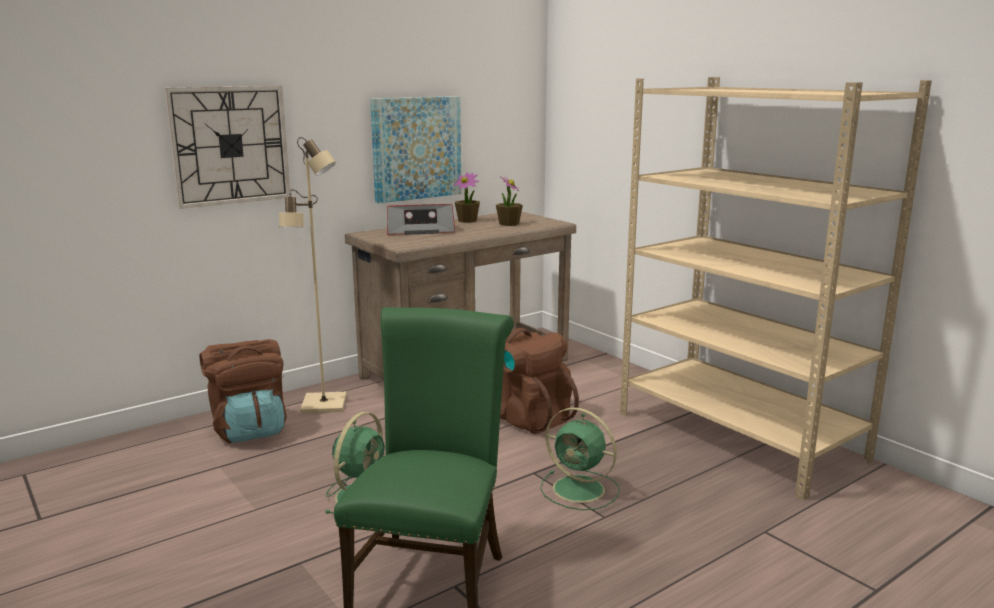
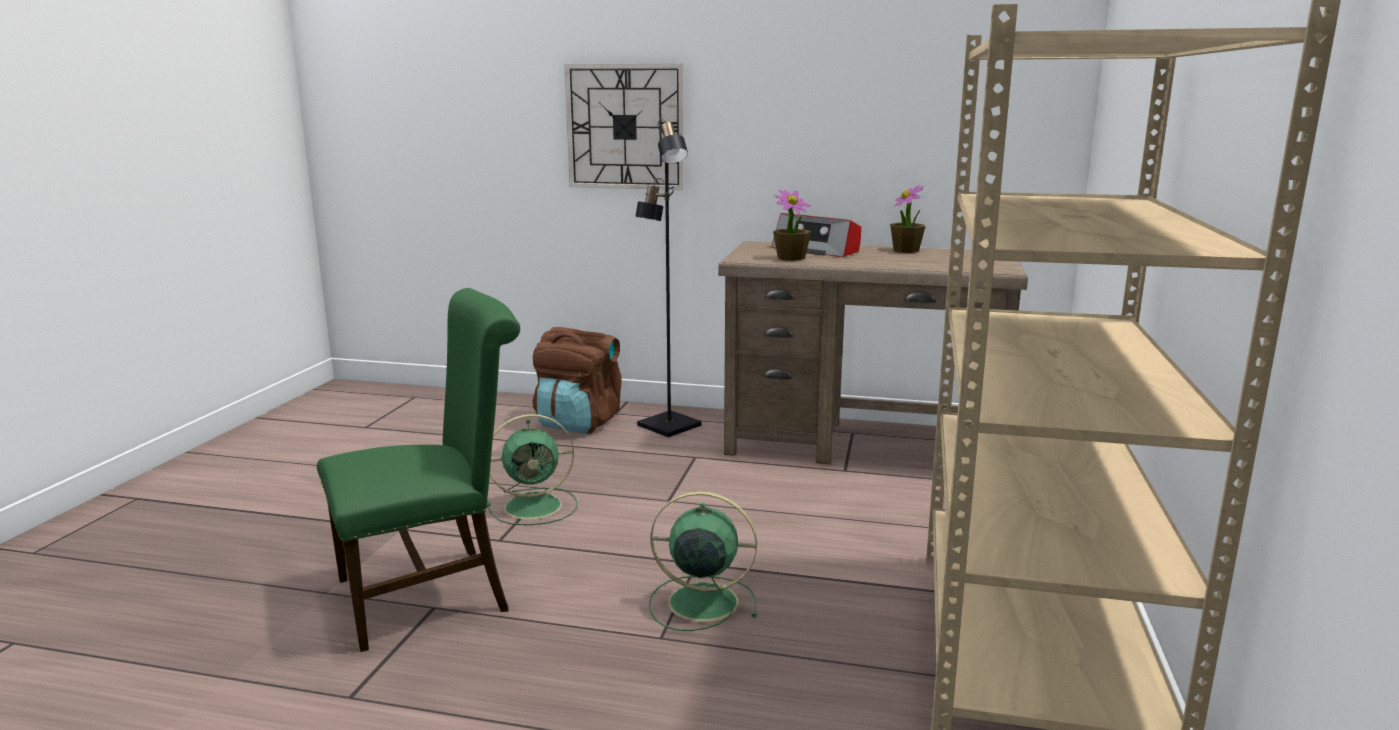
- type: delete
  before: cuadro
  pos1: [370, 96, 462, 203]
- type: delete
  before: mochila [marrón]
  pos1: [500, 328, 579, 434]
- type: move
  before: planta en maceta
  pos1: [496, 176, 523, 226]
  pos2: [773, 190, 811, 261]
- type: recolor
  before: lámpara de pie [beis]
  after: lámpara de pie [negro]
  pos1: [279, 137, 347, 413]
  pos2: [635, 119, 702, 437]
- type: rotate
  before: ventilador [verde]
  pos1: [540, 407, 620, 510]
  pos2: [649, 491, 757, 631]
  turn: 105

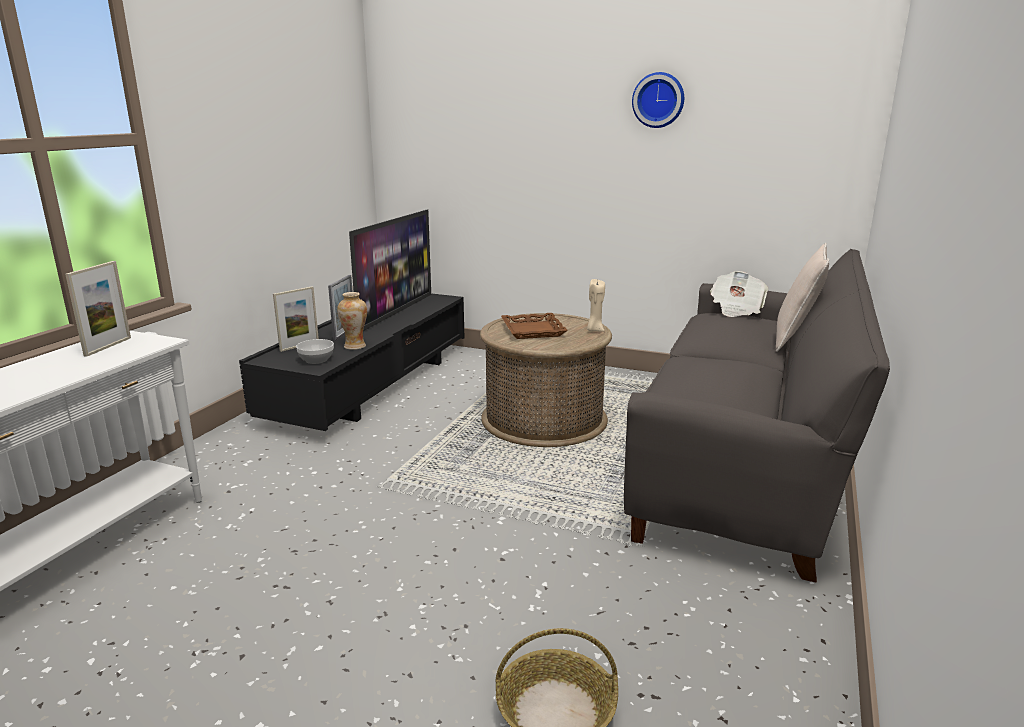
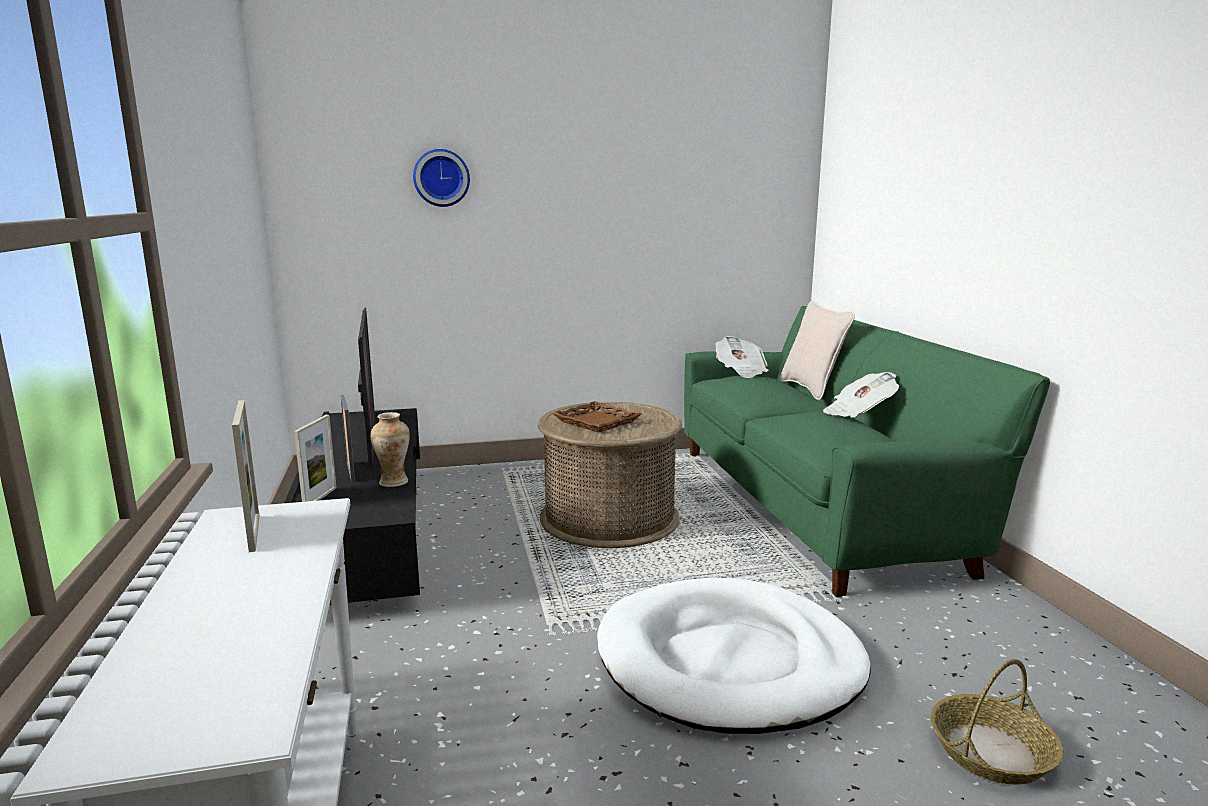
- type: delete
  before: cuenco
  pos1: [296, 339, 334, 364]
- type: delete
  before: vela [beis]
  pos1: [587, 279, 605, 332]
- type: insert
  after: cama para perro [blanco]
  pos2: [597, 578, 870, 734]
- type: insert
  after: periódico
  pos2: [823, 372, 899, 418]
- type: move
  before: reloj de pared
  pos1: [632, 72, 684, 128]
  pos2: [413, 149, 470, 207]
- type: recolor
  before: sofá [gris]
  after: sofá [verde]
  pos1: [624, 249, 890, 583]
  pos2: [684, 306, 1050, 597]

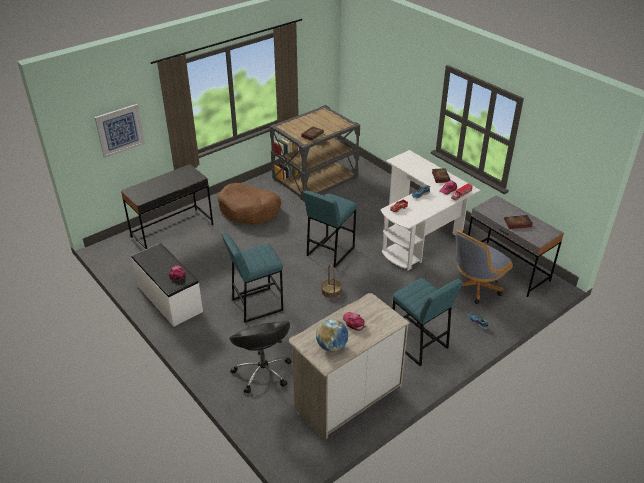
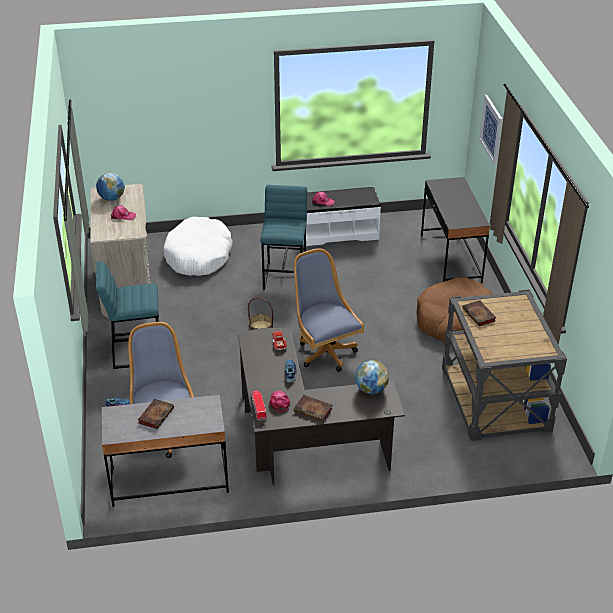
- type: insert
  after: globo terráqueo
  pos2: [355, 360, 389, 394]
- type: replace
  before: silla de oficina [negro]
  after: cama para perro [blanco]
  pos1: [229, 321, 291, 393]
  pos2: [163, 217, 232, 276]
- type: replace
  before: taburete [turquesa]
  after: silla de oficina [azul]
  pos1: [303, 190, 357, 267]
  pos2: [294, 248, 364, 372]
- type: recolor
  before: escritorio [blanco]
  after: escritorio [negro]
  pos1: [380, 150, 480, 270]
  pos2: [238, 328, 405, 485]

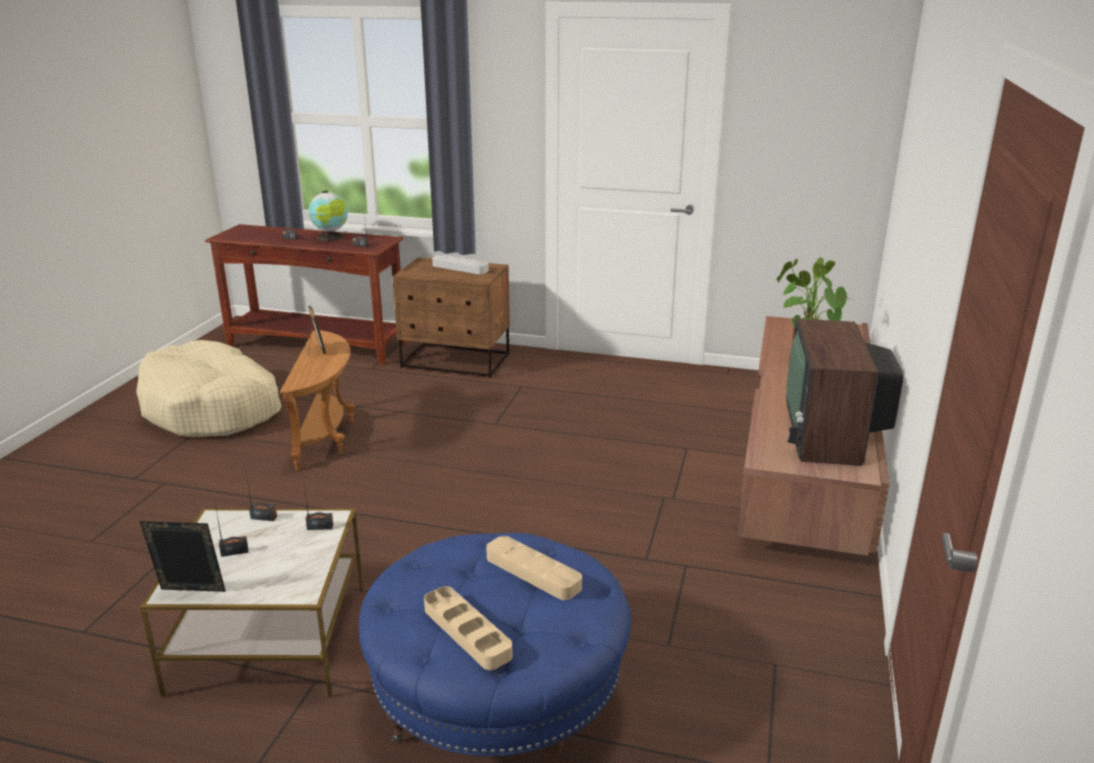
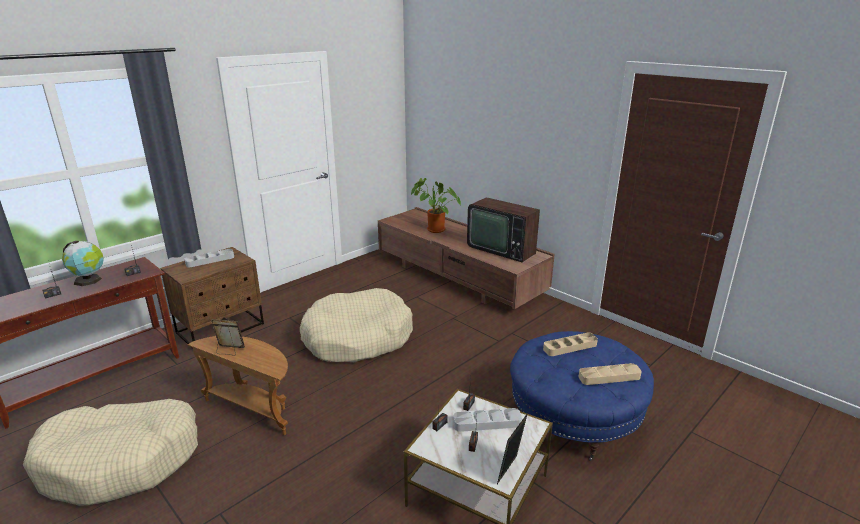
- type: insert
  after: cama para perro [beis]
  pos2: [300, 288, 413, 362]
- type: insert
  after: bandeja [gris]
  pos2: [453, 408, 522, 432]

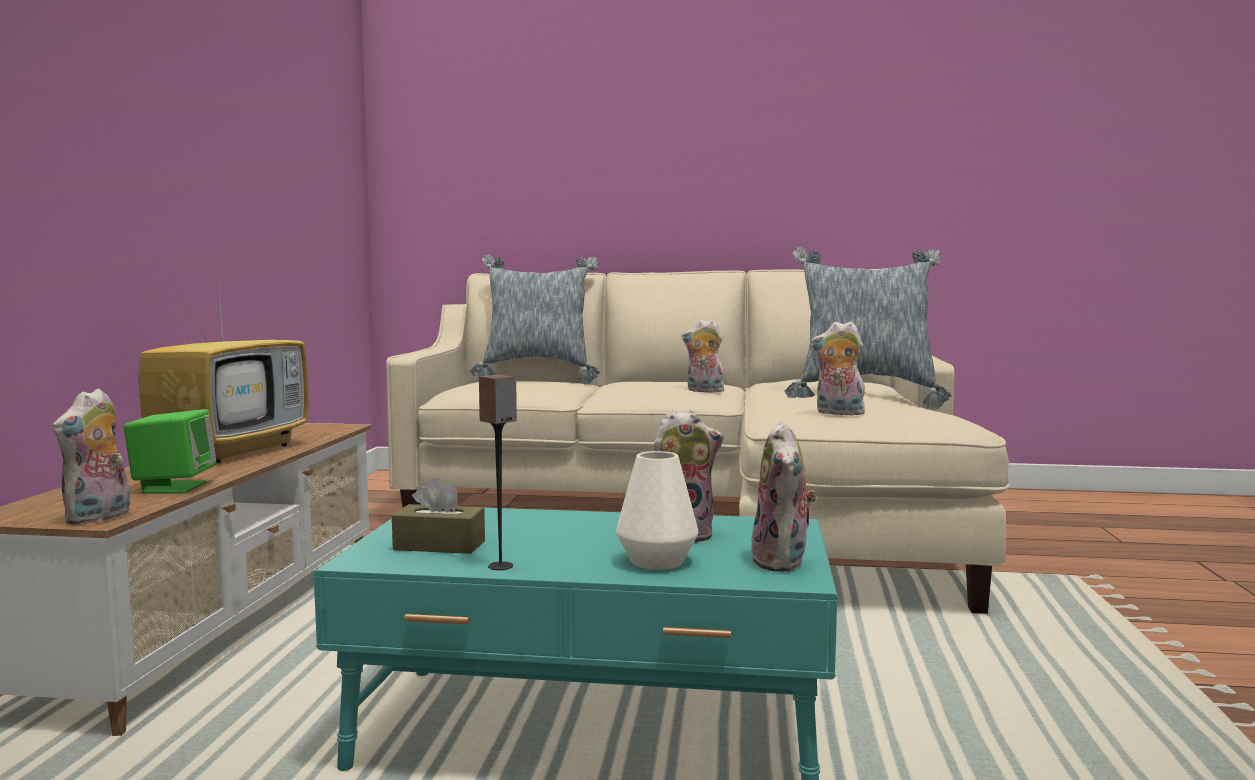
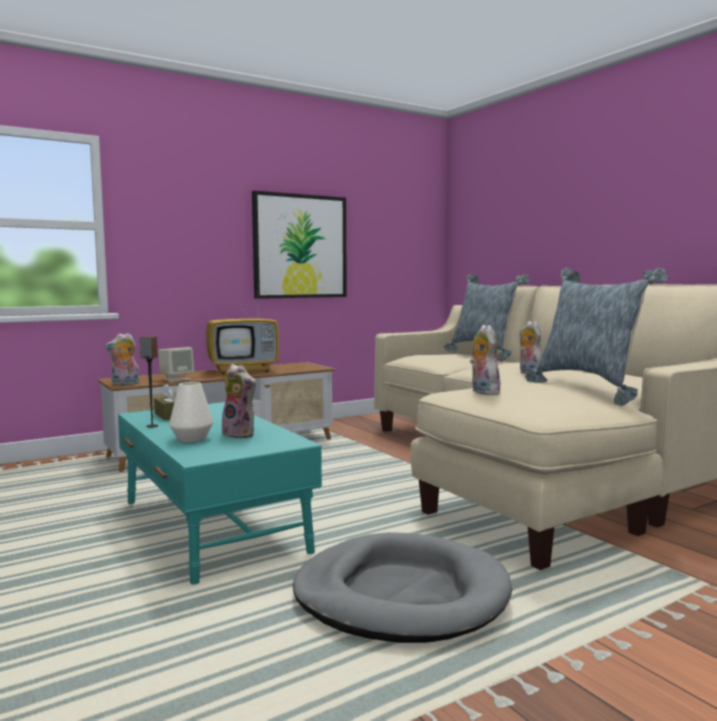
- type: delete
  before: peluche
  pos1: [751, 420, 817, 572]
- type: insert
  after: cuadro
  pos2: [252, 191, 347, 299]
- type: insert
  after: cama para perro [gris]
  pos2: [293, 532, 512, 643]
- type: recolor
  before: altavoz [verde]
  after: altavoz [beis]
  pos1: [124, 409, 217, 493]
  pos2: [158, 347, 194, 382]

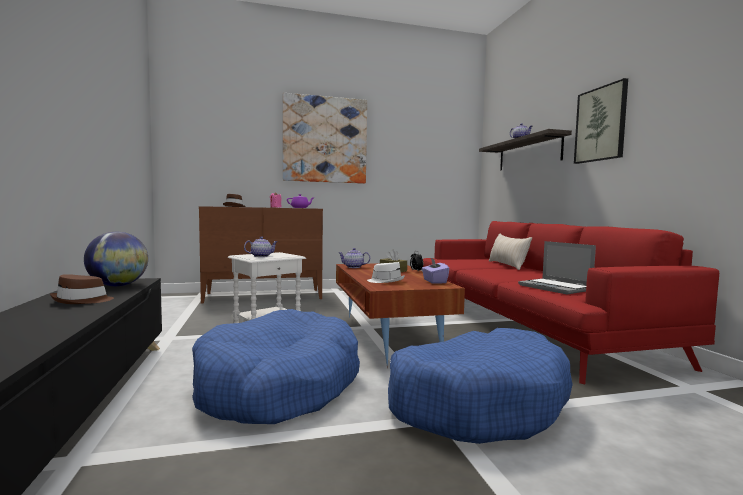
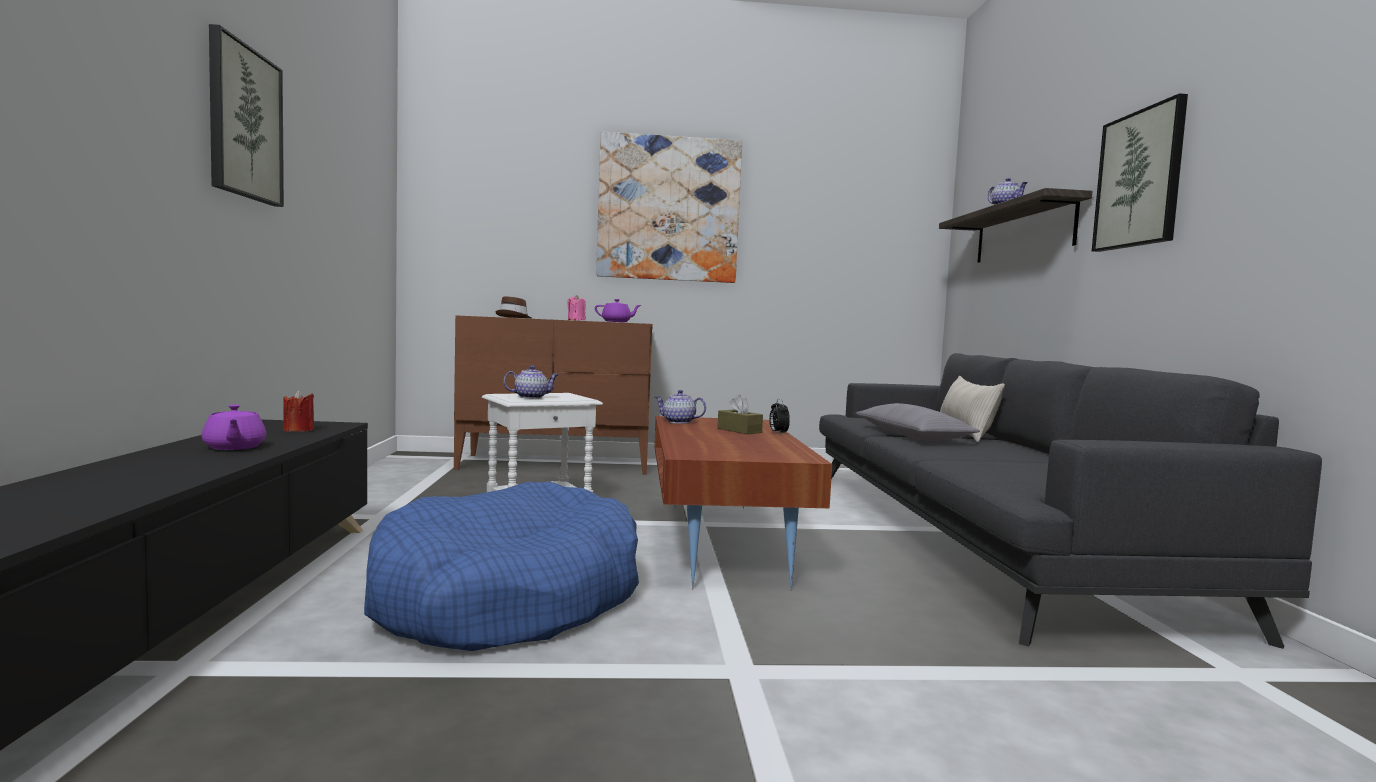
- type: delete
  before: sombrero [blanco]
  pos1: [367, 262, 405, 283]
- type: delete
  before: cama para perro [azul]
  pos1: [388, 328, 573, 444]
- type: delete
  before: caja de pañuelos [morado]
  pos1: [422, 258, 449, 284]
- type: delete
  before: portátil
  pos1: [518, 241, 596, 294]
- type: insert
  after: cuadro
  pos2: [209, 24, 284, 207]
- type: insert
  after: cojín [gris]
  pos2: [856, 403, 980, 441]
- type: replace
  before: sombrero [marrón]
  after: tetera [morado]
  pos1: [50, 274, 114, 304]
  pos2: [202, 404, 266, 450]
- type: replace
  before: globo terráqueo
  after: vela [rojo]
  pos1: [84, 232, 148, 286]
  pos2: [283, 390, 314, 432]
- type: recolor
  before: sofá [rojo]
  after: sofá [gris]
  pos1: [423, 221, 719, 384]
  pos2: [819, 353, 1322, 649]

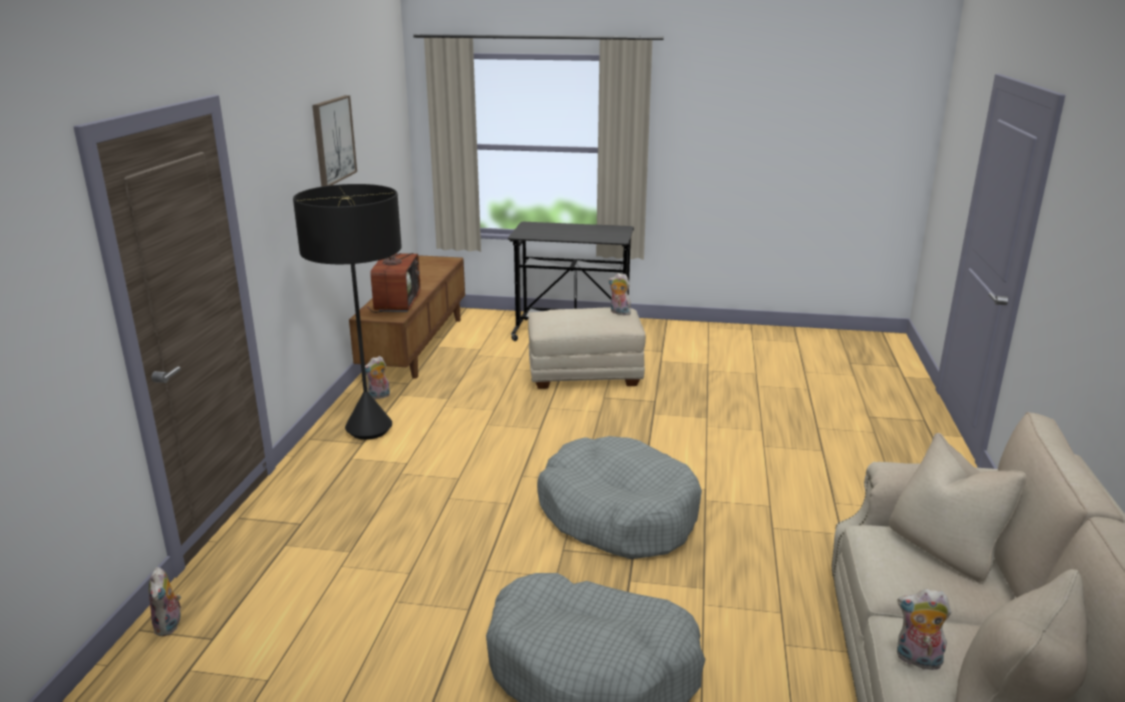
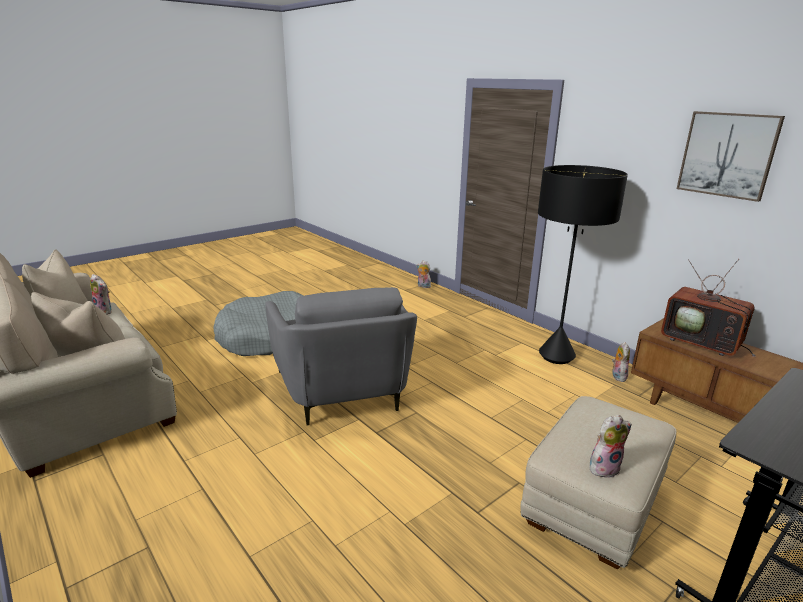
- type: replace
  before: cama para perro [gris]
  after: sillón [gris]
  pos1: [537, 436, 702, 559]
  pos2: [265, 287, 417, 425]
- type: rotate
  before: peluche
  pos1: [897, 589, 951, 670]
  pos2: [90, 274, 111, 315]
  turn: 60

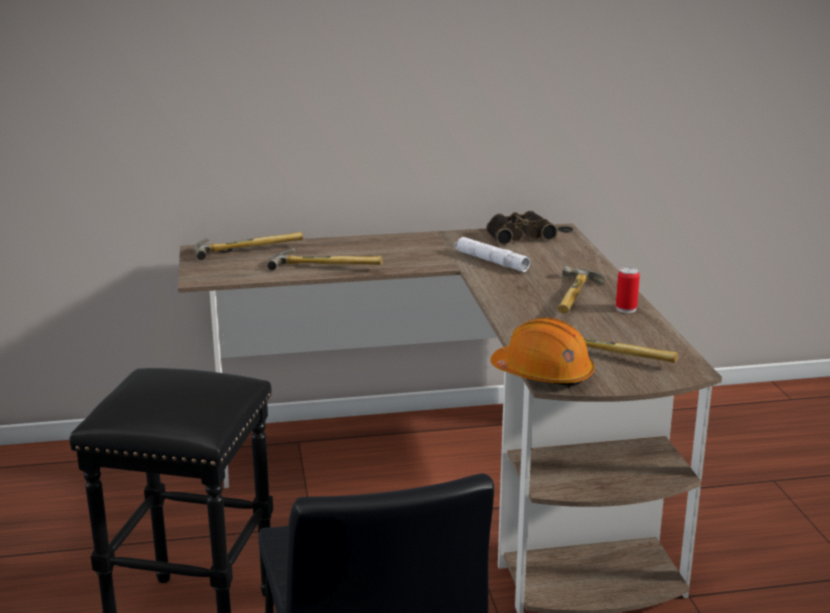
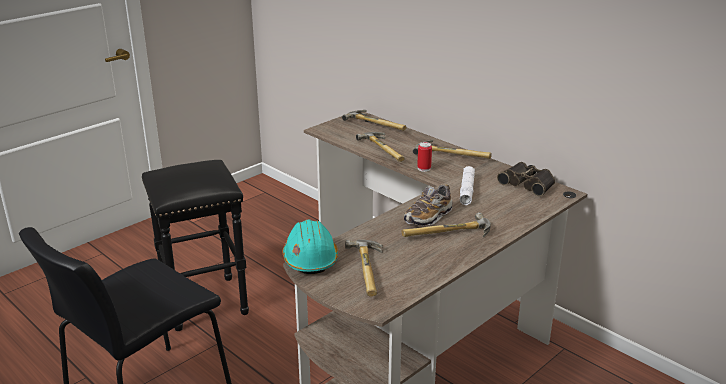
- type: insert
  after: zapato
  pos2: [404, 184, 453, 226]
- type: insert
  after: martillo
  pos2: [413, 139, 492, 159]
- type: move
  before: lata
  pos1: [616, 267, 640, 313]
  pos2: [417, 142, 432, 172]
- type: recolor
  before: casco [naranja]
  after: casco [turquesa]
  pos1: [491, 317, 595, 387]
  pos2: [283, 219, 338, 274]

